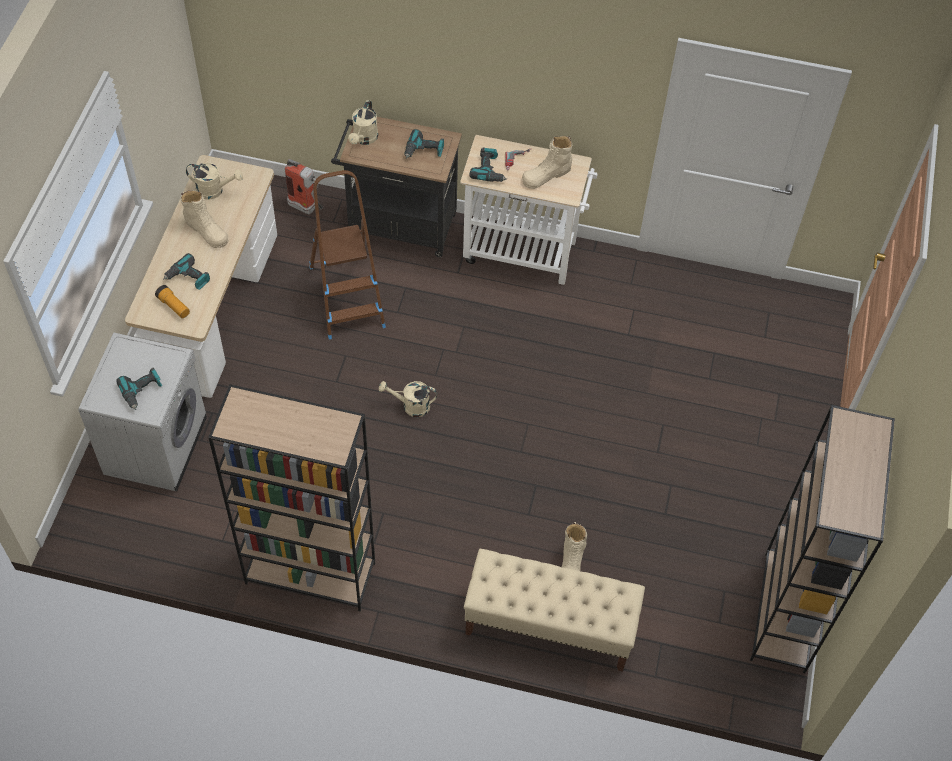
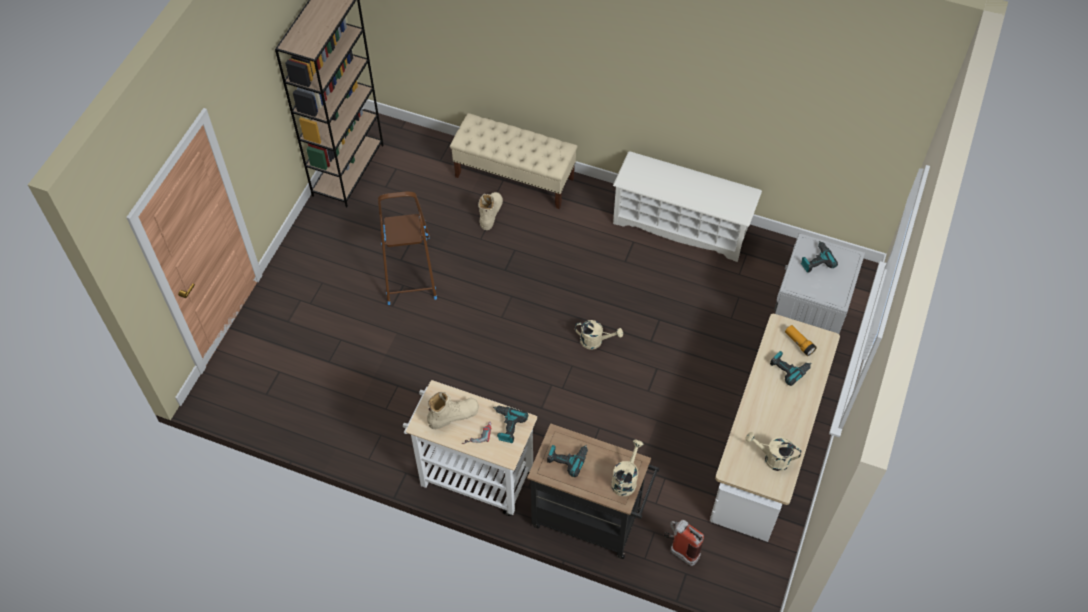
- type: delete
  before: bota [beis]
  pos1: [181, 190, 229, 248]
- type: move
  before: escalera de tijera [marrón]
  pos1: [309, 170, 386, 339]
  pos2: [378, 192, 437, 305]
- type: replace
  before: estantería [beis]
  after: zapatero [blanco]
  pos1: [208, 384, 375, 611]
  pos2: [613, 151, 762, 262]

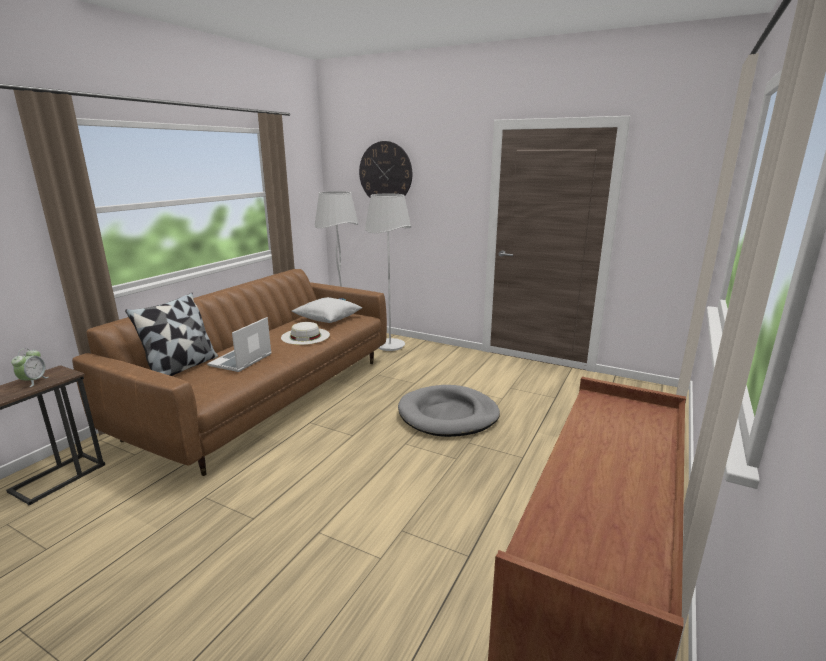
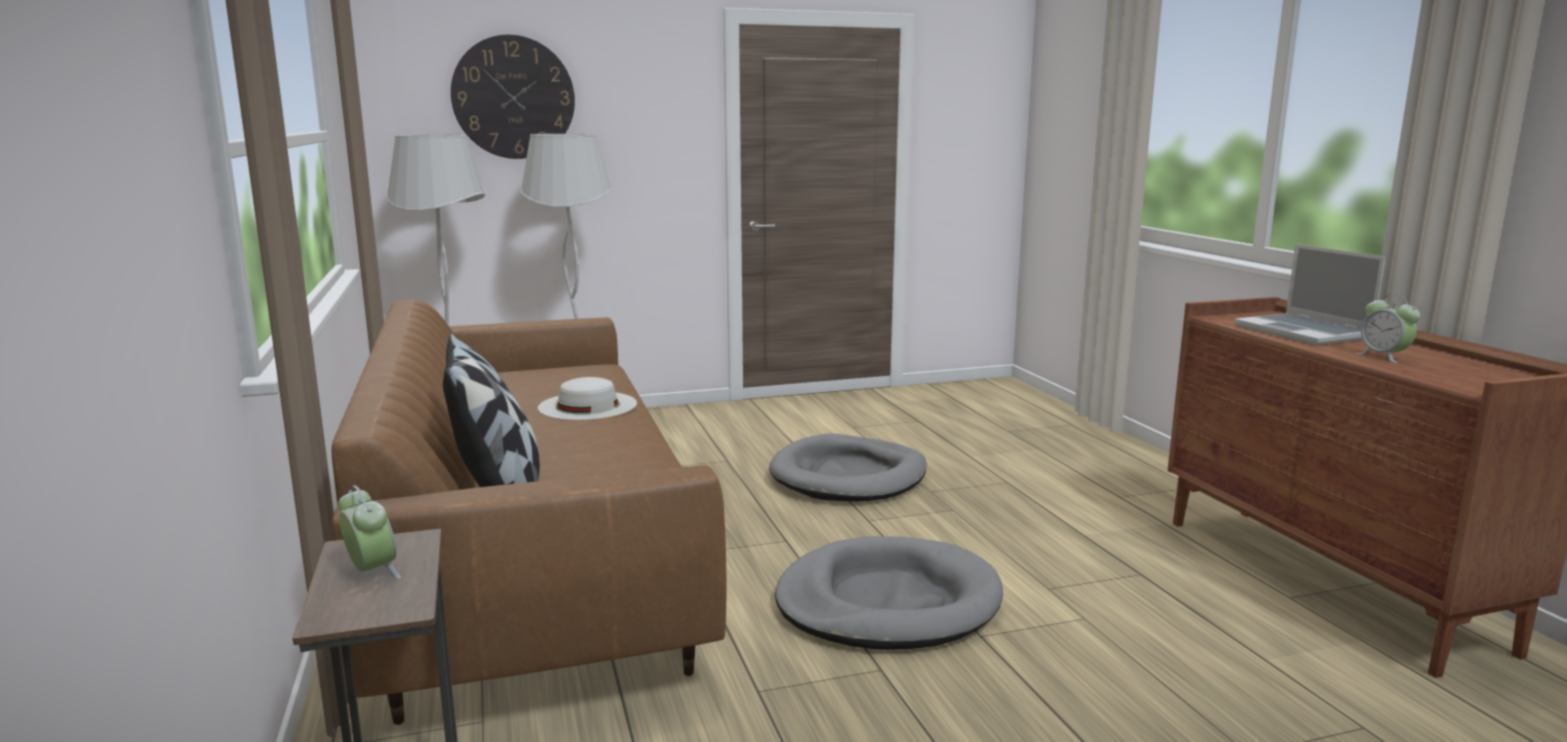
- type: delete
  before: cojín [gris]
  pos1: [292, 297, 362, 323]
- type: insert
  after: cama para perro [gris]
  pos2: [775, 536, 1003, 650]
- type: insert
  after: despertador
  pos2: [1356, 294, 1420, 363]
- type: move
  before: portátil
  pos1: [207, 317, 272, 372]
  pos2: [1234, 244, 1385, 345]

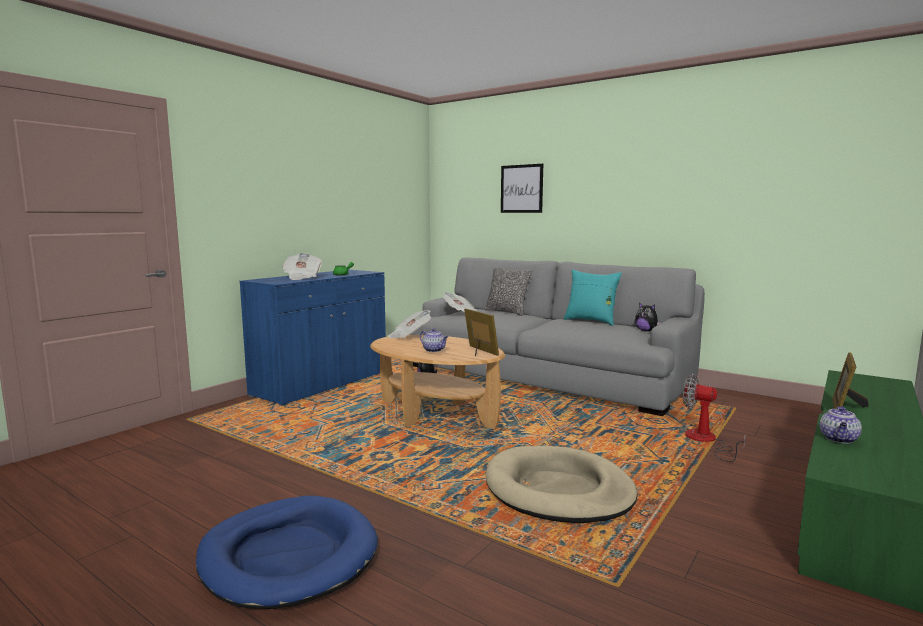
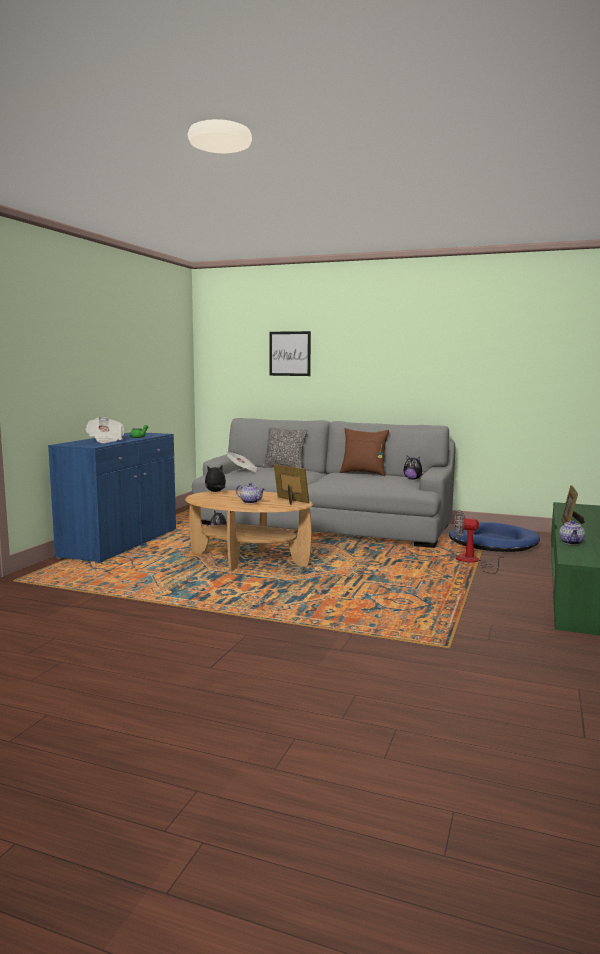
- type: delete
  before: cama para perro [beis]
  pos1: [486, 446, 638, 523]
- type: move
  before: cama para perro [azul]
  pos1: [196, 496, 378, 609]
  pos2: [449, 522, 540, 552]
- type: replace
  before: periódico
  after: peluche
  pos1: [388, 310, 431, 339]
  pos2: [205, 466, 226, 492]
- type: recolor
  before: cojín [turquesa]
  after: cojín [marrón]
  pos1: [564, 270, 621, 326]
  pos2: [340, 428, 389, 476]

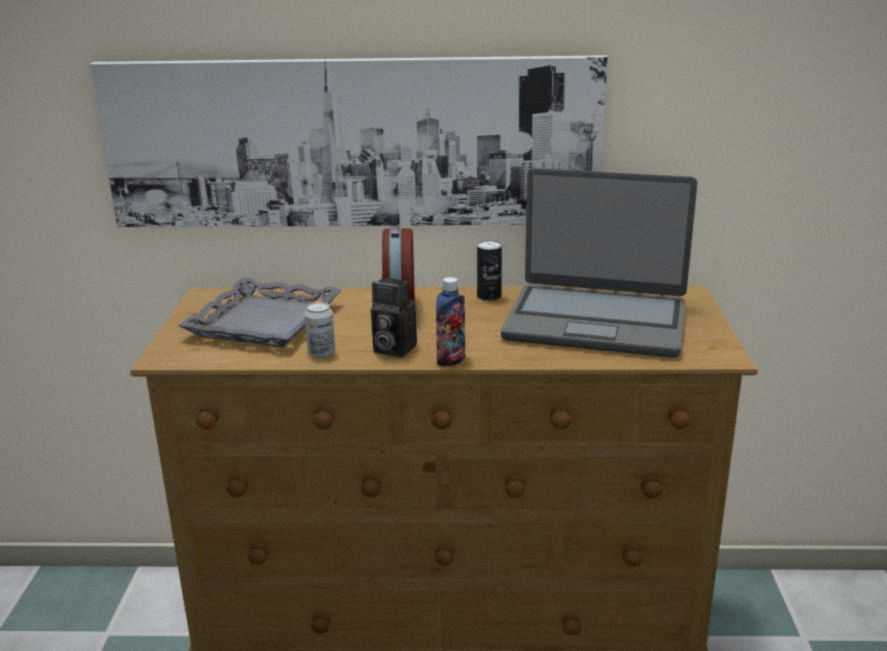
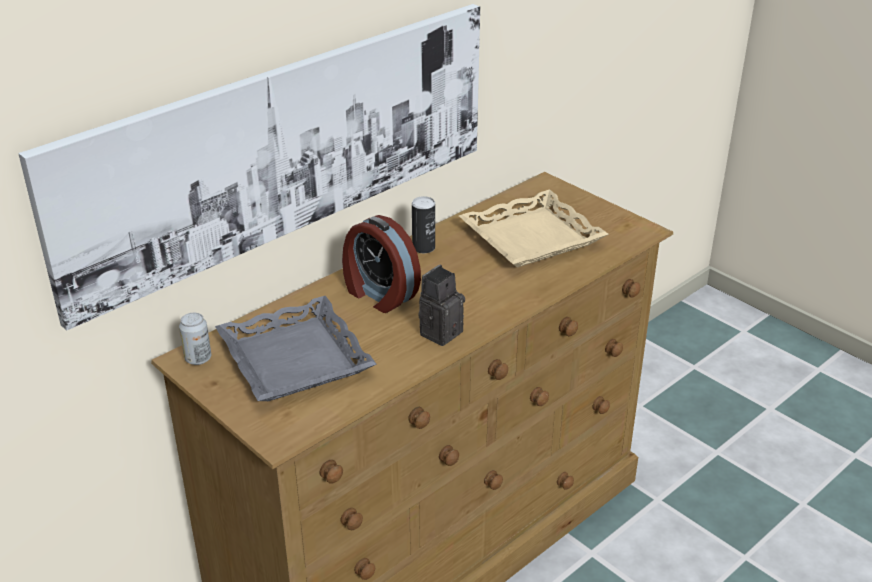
- type: delete
  before: botella
  pos1: [436, 277, 465, 367]
- type: move
  before: lata
  pos1: [305, 302, 335, 358]
  pos2: [179, 313, 211, 365]
- type: replace
  before: portátil
  after: bandeja [beis]
  pos1: [501, 168, 697, 358]
  pos2: [459, 190, 609, 268]
- type: rotate
  before: cámara
  pos1: [371, 278, 417, 358]
  pos2: [418, 265, 465, 346]
  turn: 150

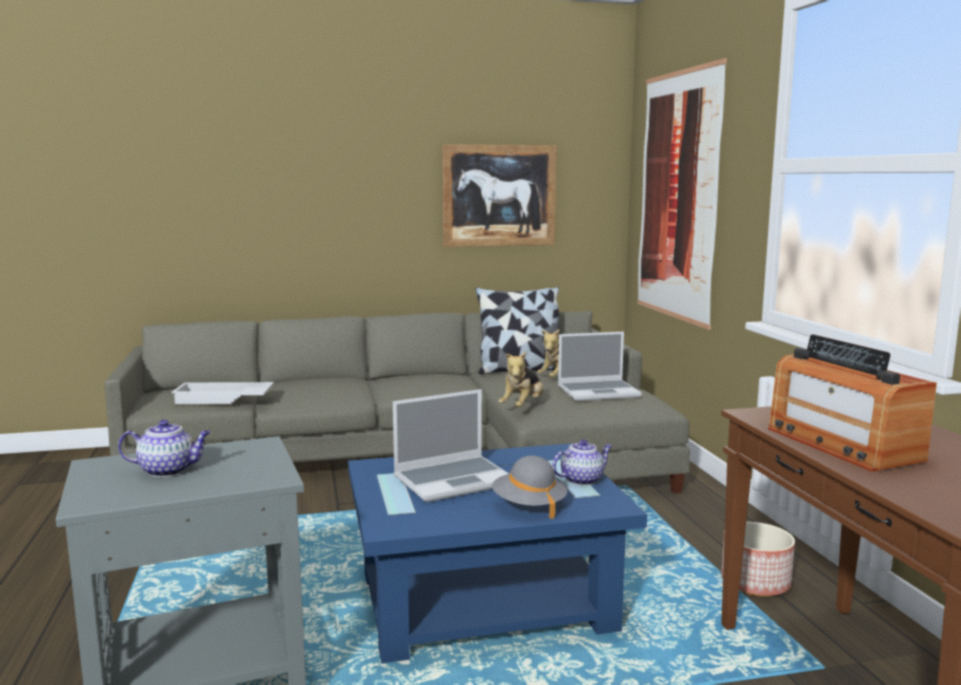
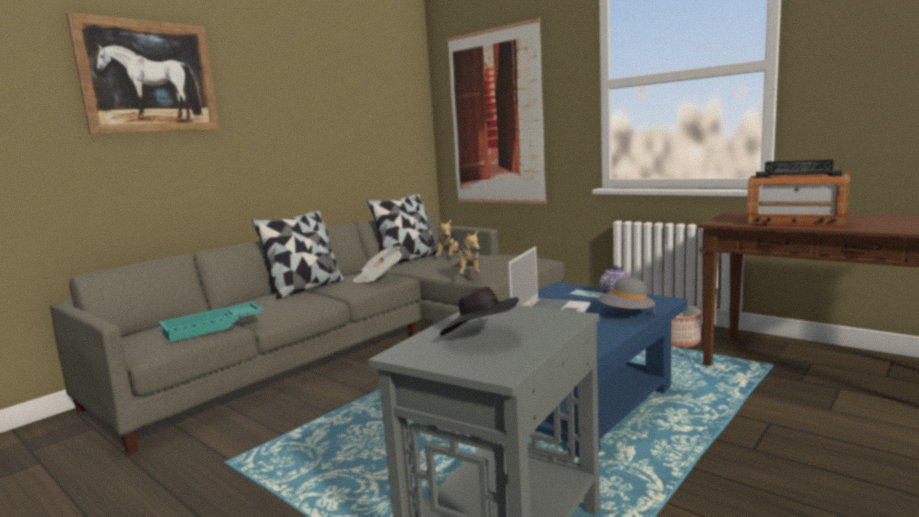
- type: delete
  before: portátil
  pos1: [558, 332, 642, 401]
- type: insert
  after: cojín
  pos2: [252, 210, 344, 299]
- type: insert
  after: periódico
  pos2: [353, 246, 402, 283]
- type: move
  before: cuadro
  pos1: [442, 144, 557, 247]
  pos2: [66, 13, 220, 134]
- type: replace
  before: tetera
  after: sombrero [negro]
  pos1: [118, 420, 211, 477]
  pos2: [440, 287, 519, 336]
- type: recolor
  before: bandeja [blanco]
  after: bandeja [turquesa]
  pos1: [171, 382, 274, 404]
  pos2: [159, 302, 263, 342]

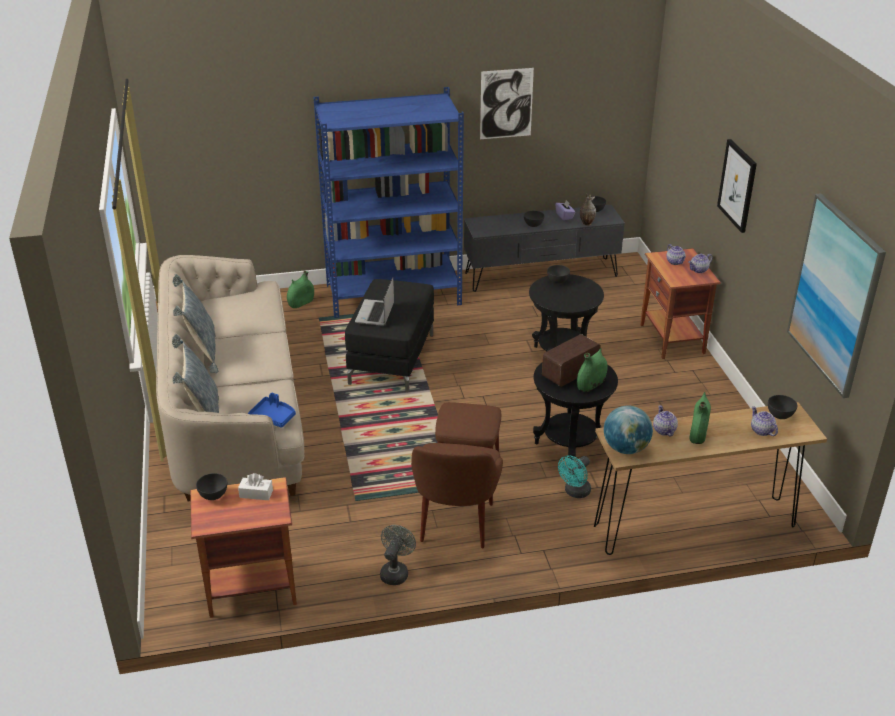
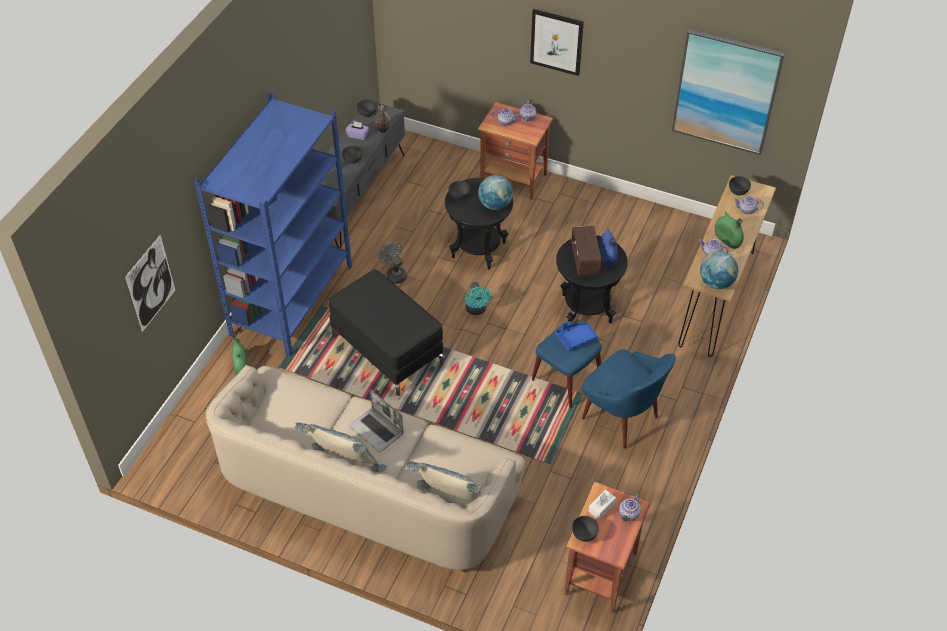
- type: insert
  after: globo terráqueo
  pos2: [478, 175, 513, 210]
- type: insert
  after: tetera
  pos2: [619, 494, 641, 522]
- type: move
  before: bandeja [azul]
  pos1: [248, 393, 296, 428]
  pos2: [555, 322, 598, 351]
- type: move
  before: portátil
  pos1: [355, 277, 394, 326]
  pos2: [349, 389, 404, 452]
- type: move
  before: ventilador [gris]
  pos1: [380, 525, 416, 585]
  pos2: [378, 242, 407, 284]
- type: move
  before: cuadro
  pos1: [480, 68, 534, 139]
  pos2: [125, 235, 175, 332]
- type: move
  before: ventilador [turquesa]
  pos1: [558, 455, 591, 498]
  pos2: [465, 282, 492, 315]
- type: recolor
  before: sillón [marrón]
  after: sillón [azul]
  pos1: [411, 402, 503, 548]
  pos2: [532, 321, 676, 449]
- type: recolor
  before: florero [verde]
  after: florero [azul]
  pos1: [577, 348, 608, 392]
  pos2: [600, 228, 618, 267]

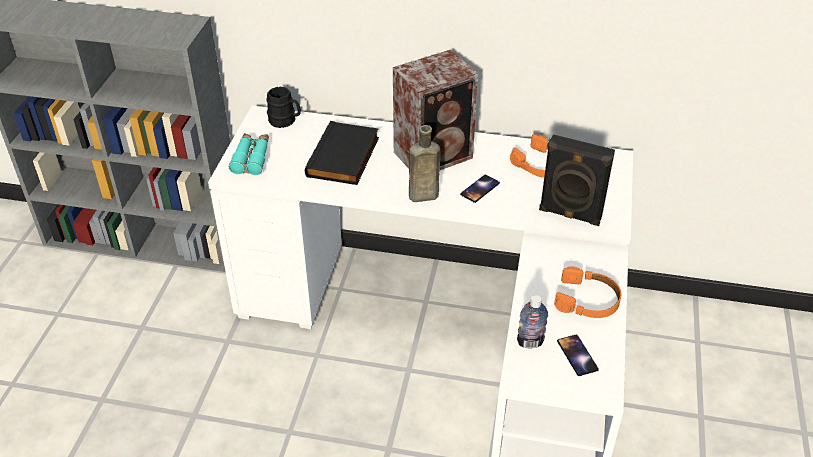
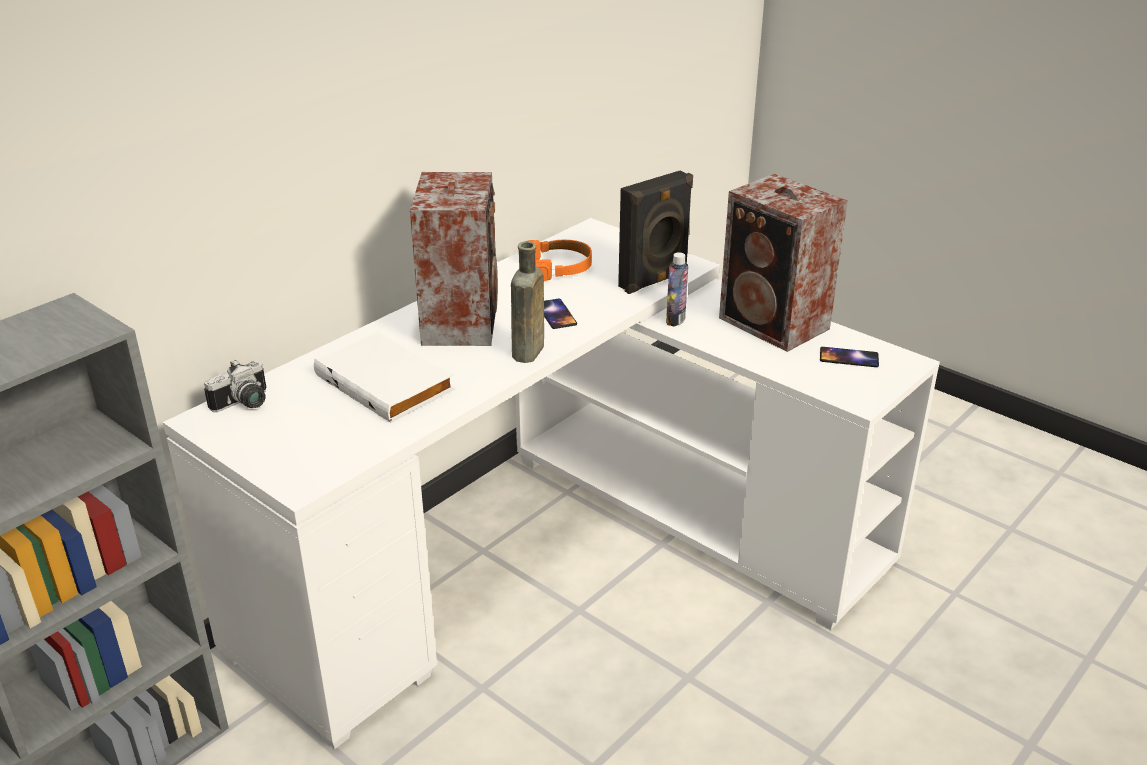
- type: delete
  before: prismáticos [turquesa]
  pos1: [229, 133, 269, 175]
- type: move
  before: botella
  pos1: [517, 295, 548, 348]
  pos2: [666, 252, 688, 327]
- type: replace
  before: taza grande [negro]
  after: cámara
  pos1: [266, 86, 301, 128]
  pos2: [204, 360, 266, 412]
- type: replace
  before: auriculares [naranja]
  after: altavoz
  pos1: [554, 266, 622, 318]
  pos2: [719, 174, 848, 352]
- type: recolor
  before: libro [negro]
  after: libro [blanco]
  pos1: [305, 121, 379, 185]
  pos2: [314, 331, 455, 423]

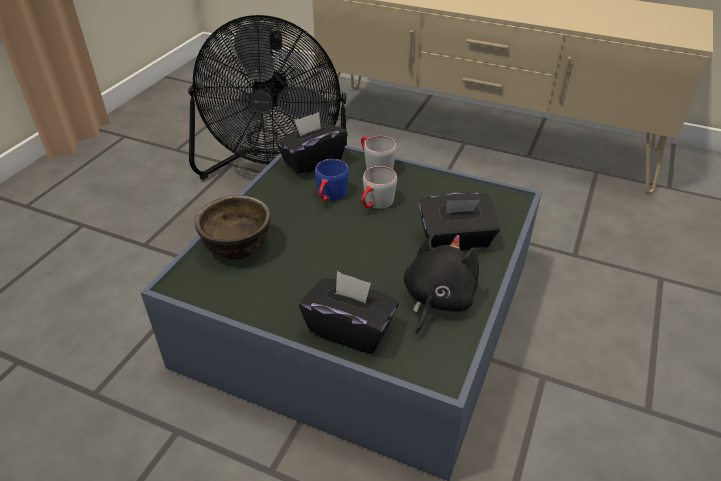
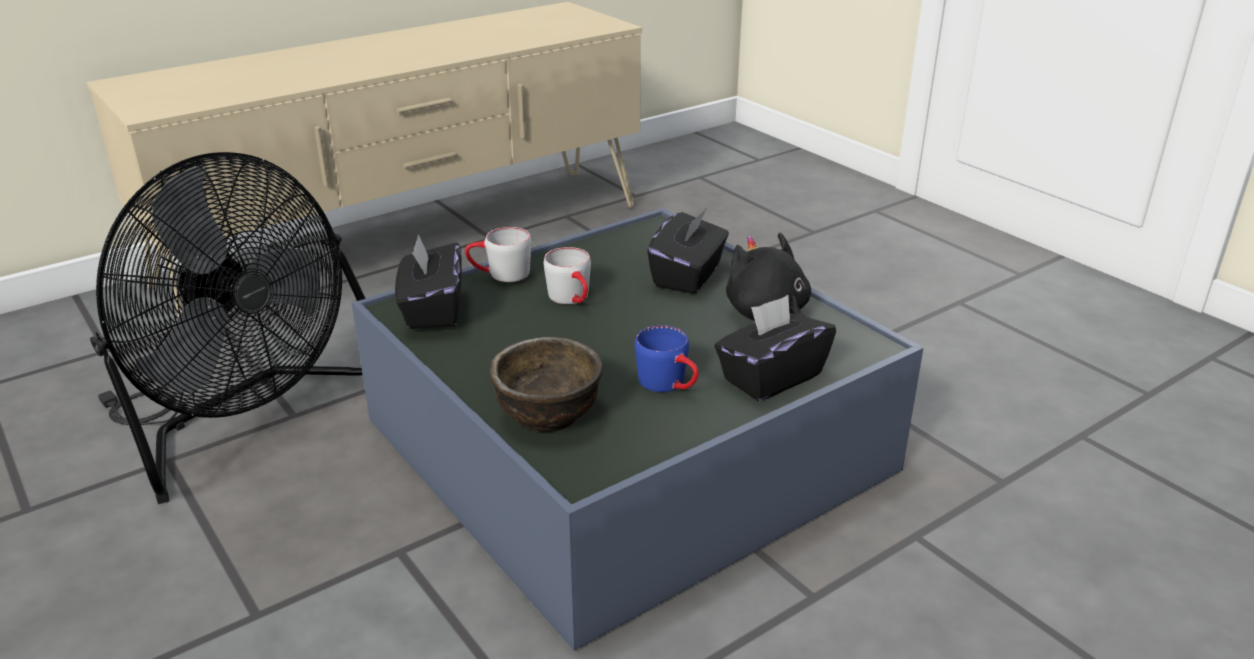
- type: move
  before: taza grande [azul]
  pos1: [315, 159, 349, 202]
  pos2: [635, 325, 699, 392]

